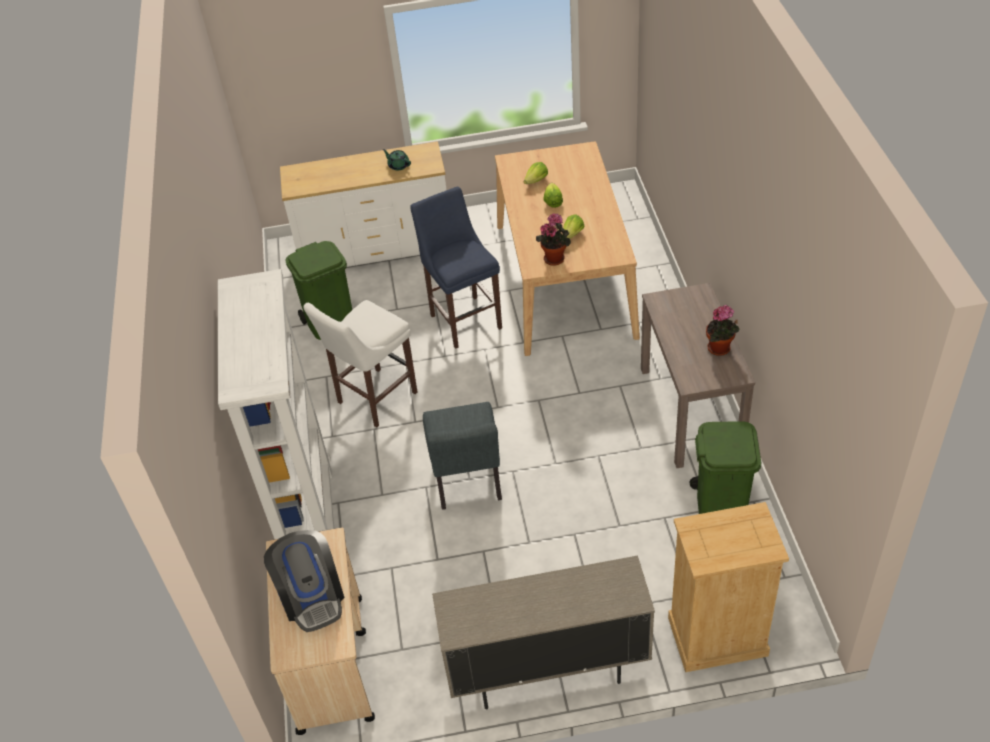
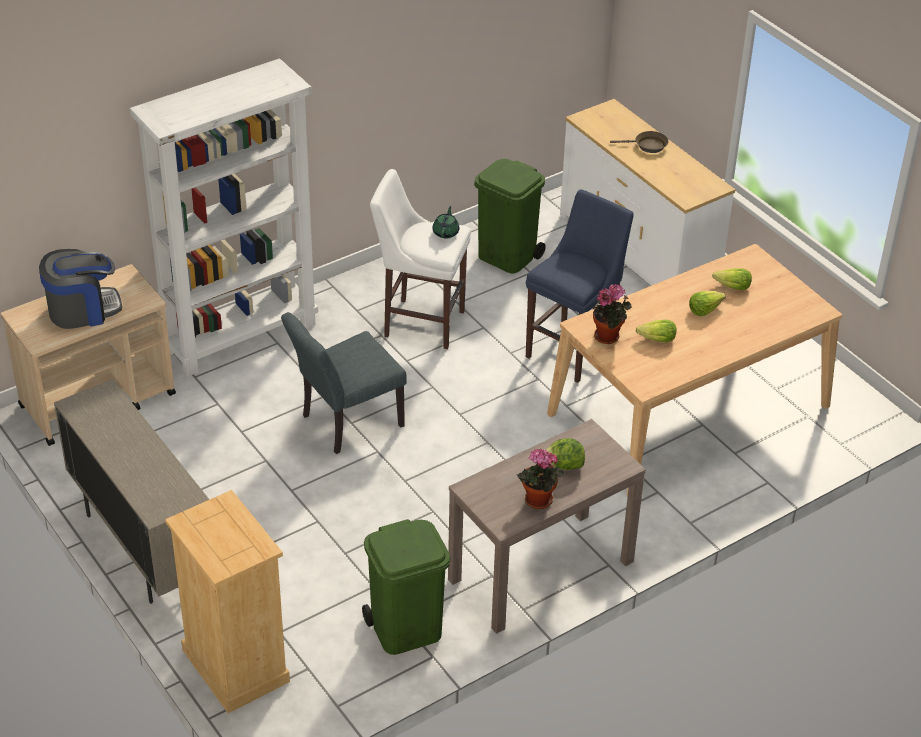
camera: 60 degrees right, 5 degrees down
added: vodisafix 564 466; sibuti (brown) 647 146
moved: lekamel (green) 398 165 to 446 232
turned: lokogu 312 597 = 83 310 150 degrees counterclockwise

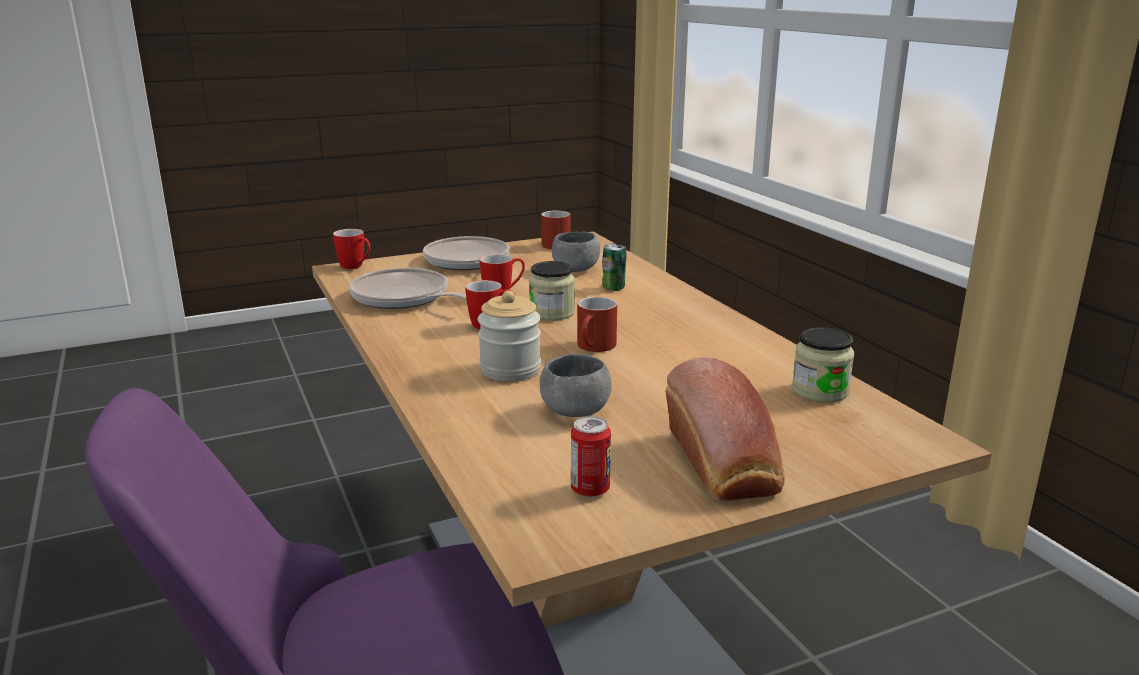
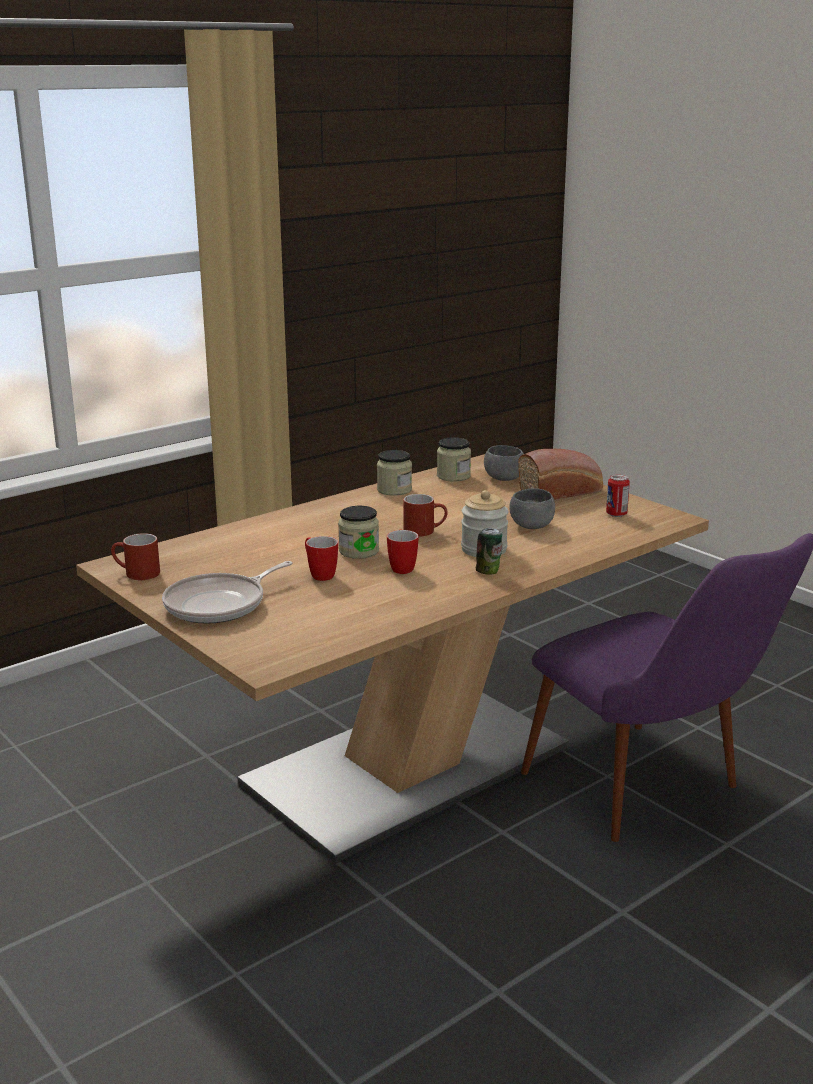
camera: 105 degrees left, 0 degrees up
removed: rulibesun 356 267; sibuti 404 298
added: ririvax 394 490
moved: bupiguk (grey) 575 269 to 504 478; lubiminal 613 288 to 489 571

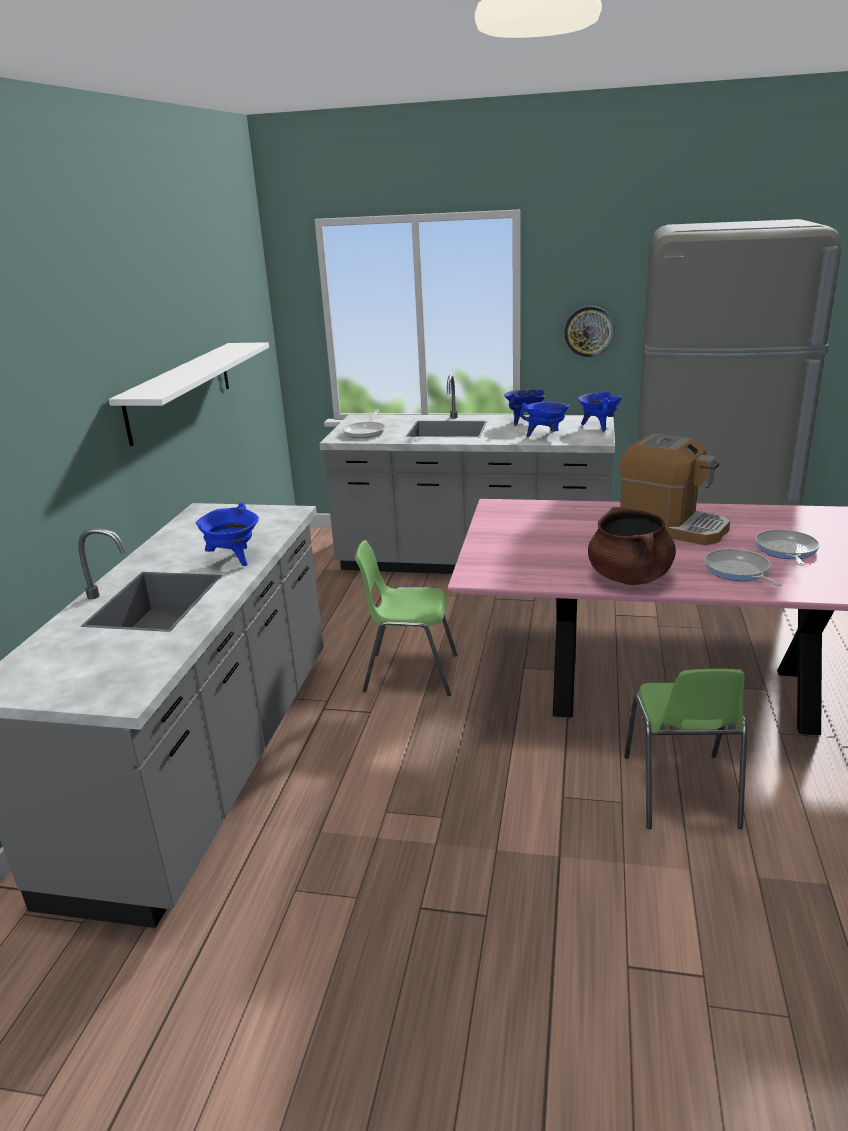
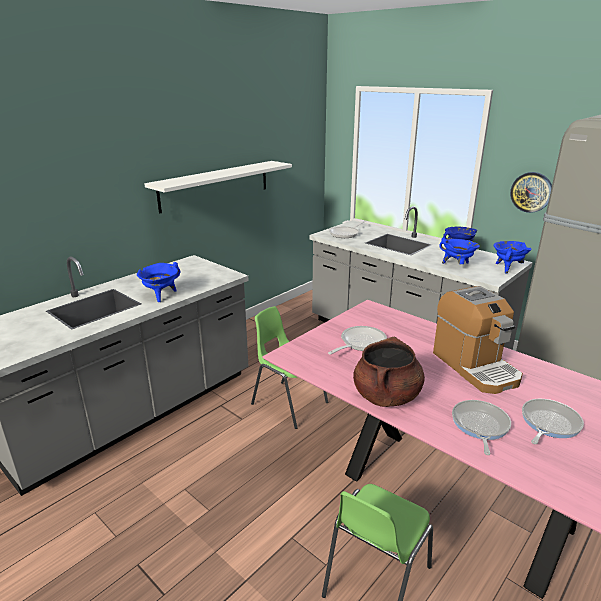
camera: 30 degrees right, 0 degrees up
added: sibuti 360 343

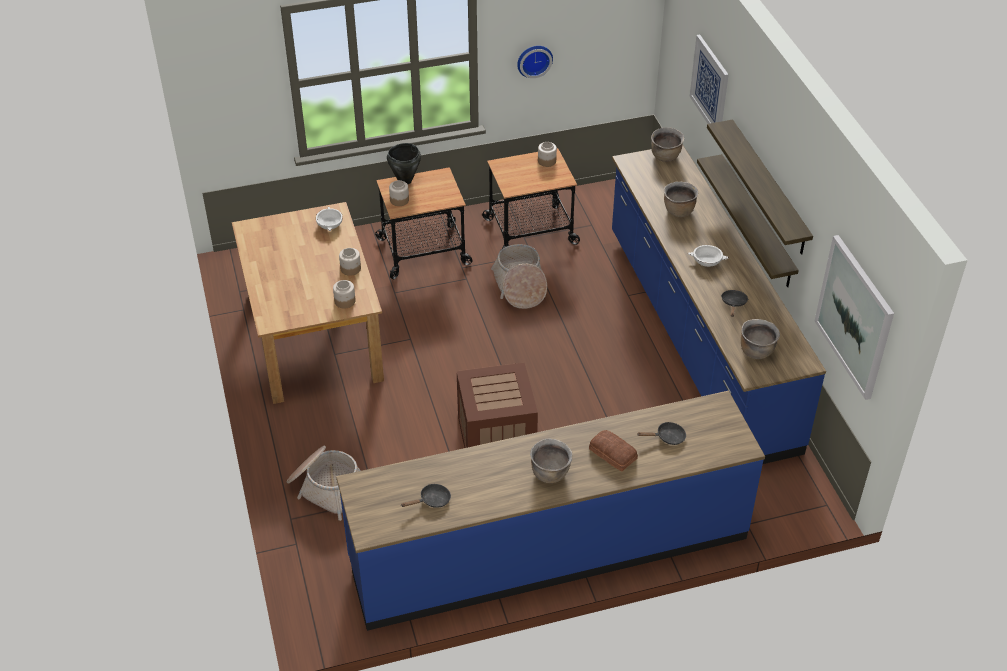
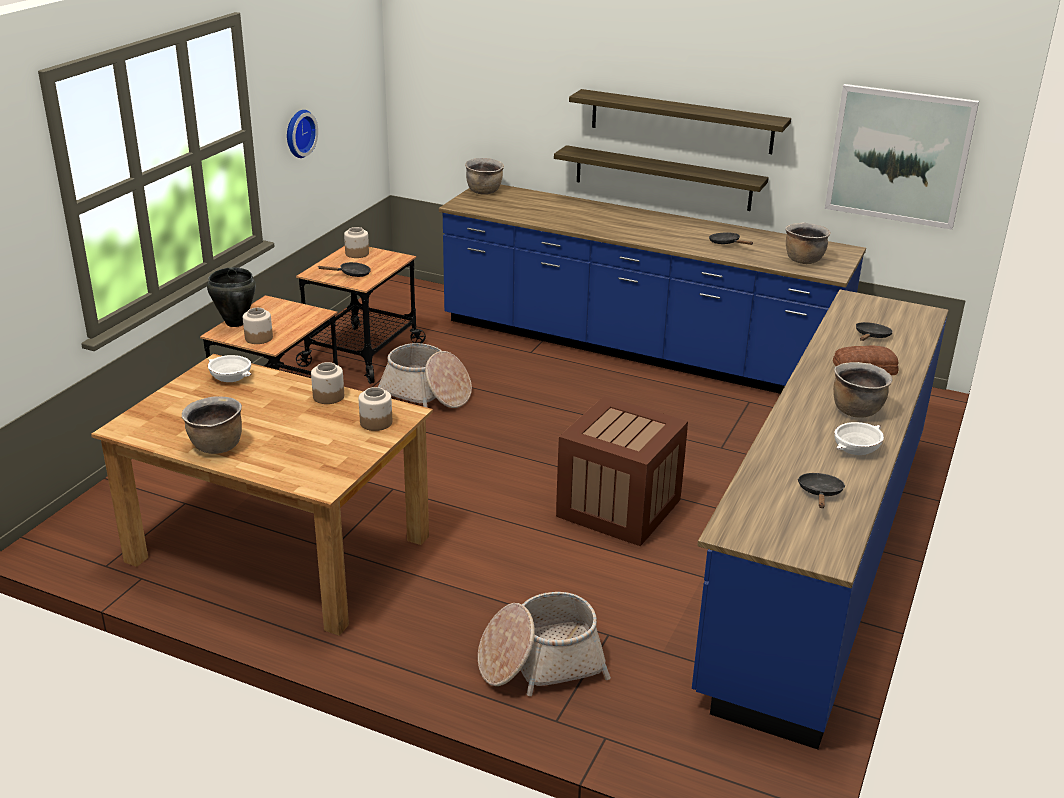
camera: 50 degrees left, 15 degrees down
removed: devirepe 710 85
added: sibuti (black) 352 274
moved: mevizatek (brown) 678 211 to 216 446; bupiguk (white) 706 261 to 856 449

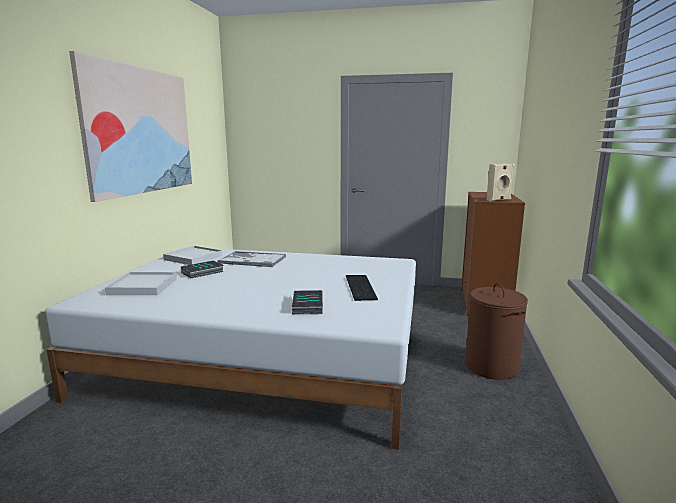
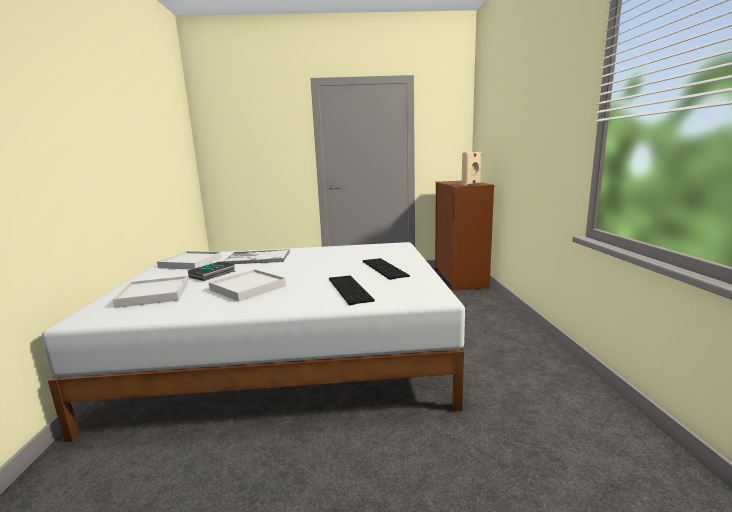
camera: 15 degrees left, 0 degrees up
removed: devirepe 140 131; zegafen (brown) 491 366
added: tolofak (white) 248 288
replaced: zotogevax 306 305 to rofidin 348 289

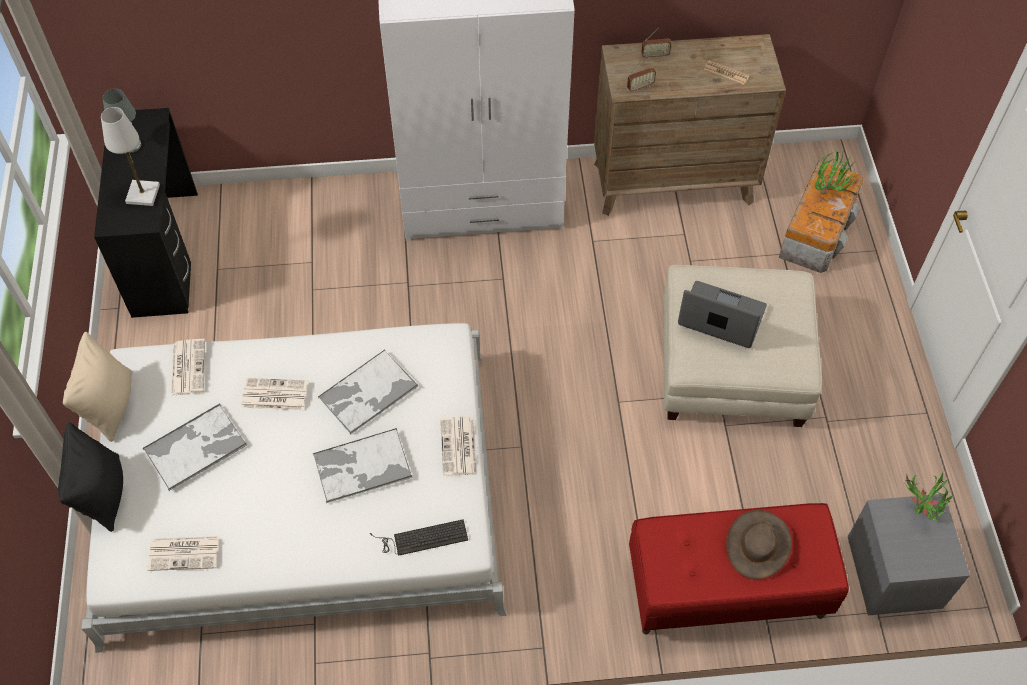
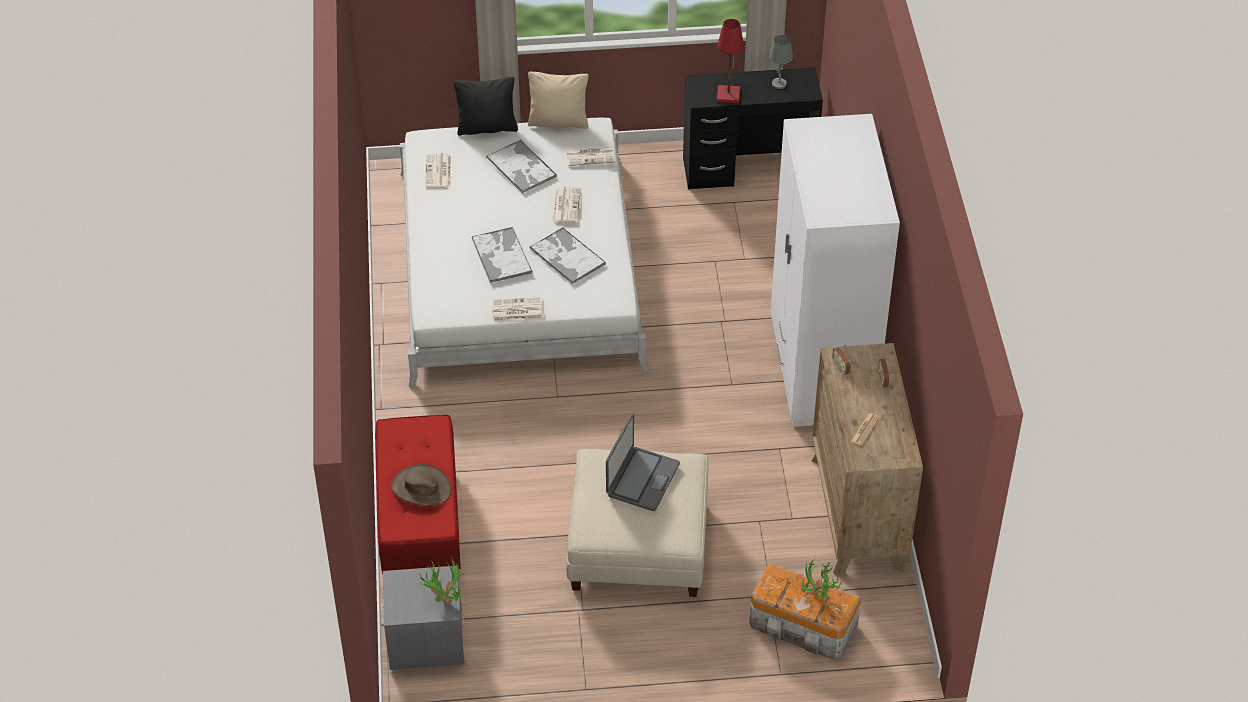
camera: 90 degrees right, 10 degrees down
removed: rofidin 421 538
recoloured: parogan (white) 143 194 to parogan (red) 728 95

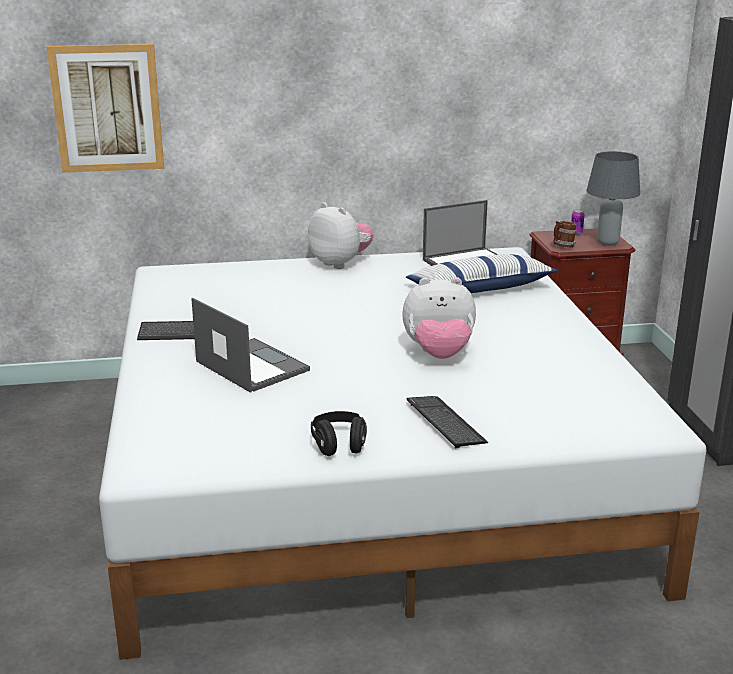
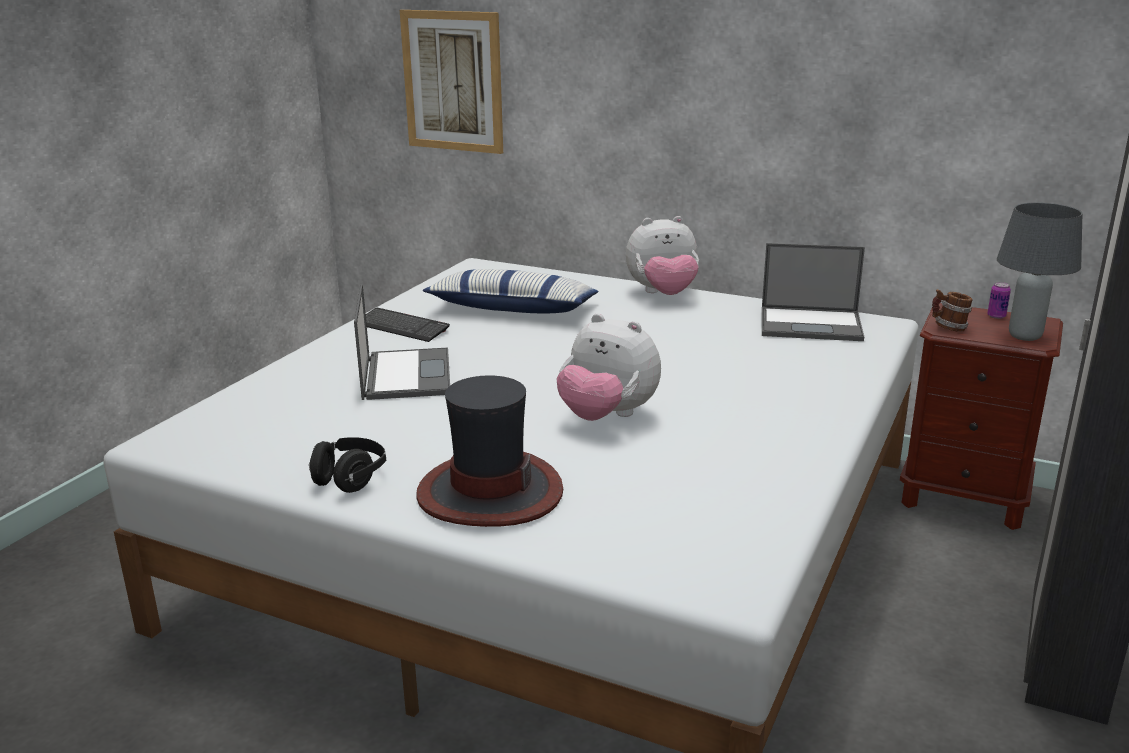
camera: 35 degrees right, 0 degrees up
moved: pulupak 480 289 to 512 309
replaced: rofidin 445 423 to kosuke 489 492
turned: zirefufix 340 263 = 663 294 90 degrees clockwise

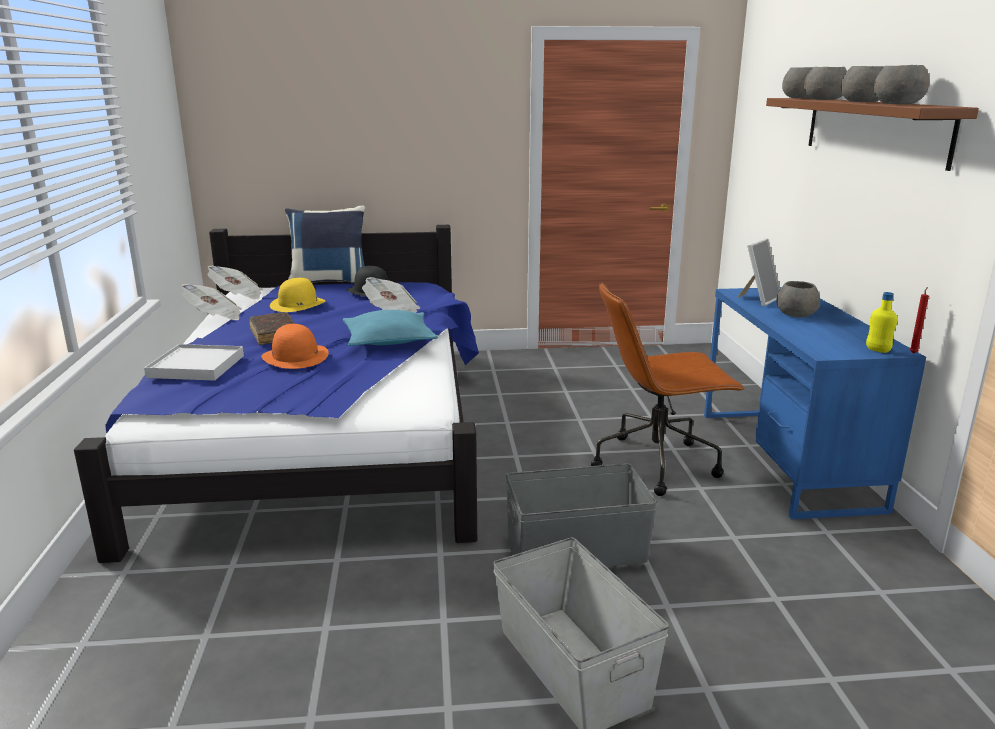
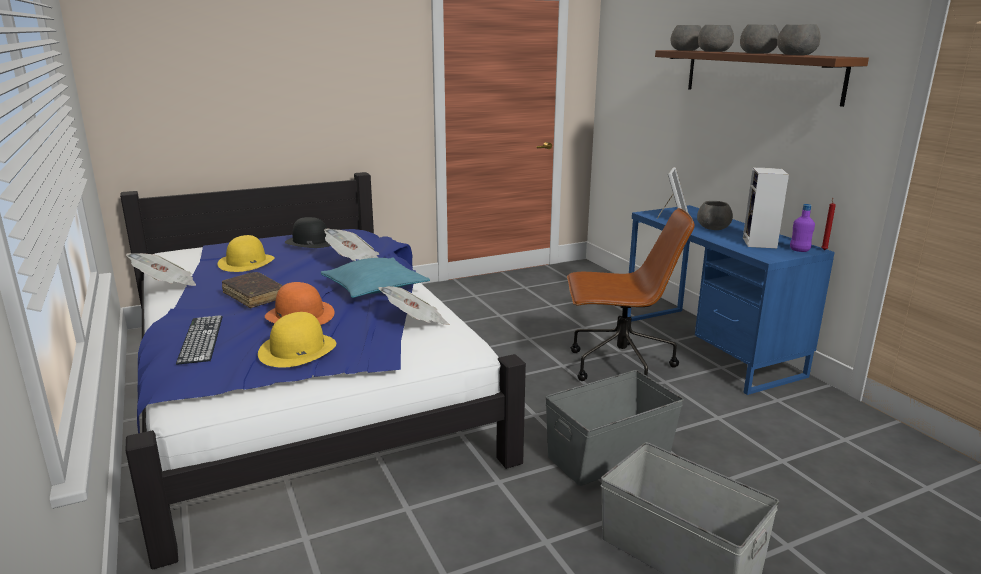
camera: 20 degrees left, 0 degrees up
removed: pulupak (blue) 330 281
added: kosuke (yellow) 297 350; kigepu 760 243
moved: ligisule 237 296 to 415 322
replaced: tolofak (white) 196 366 to rofidin 201 339
recoloured: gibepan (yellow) 877 350 to gibepan (purple) 799 250
turned: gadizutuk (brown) 657 463 = 618 366 150 degrees counterclockwise

